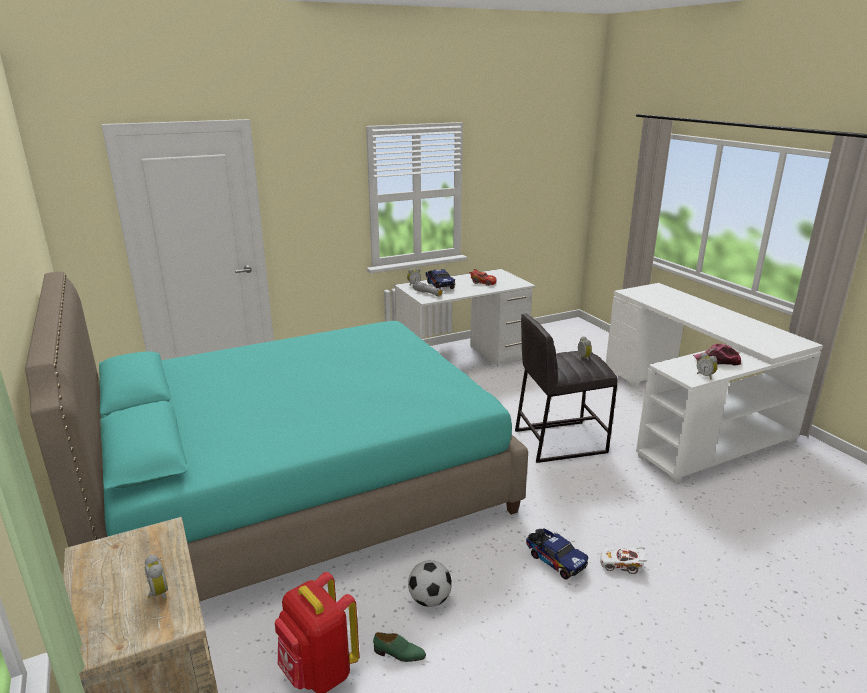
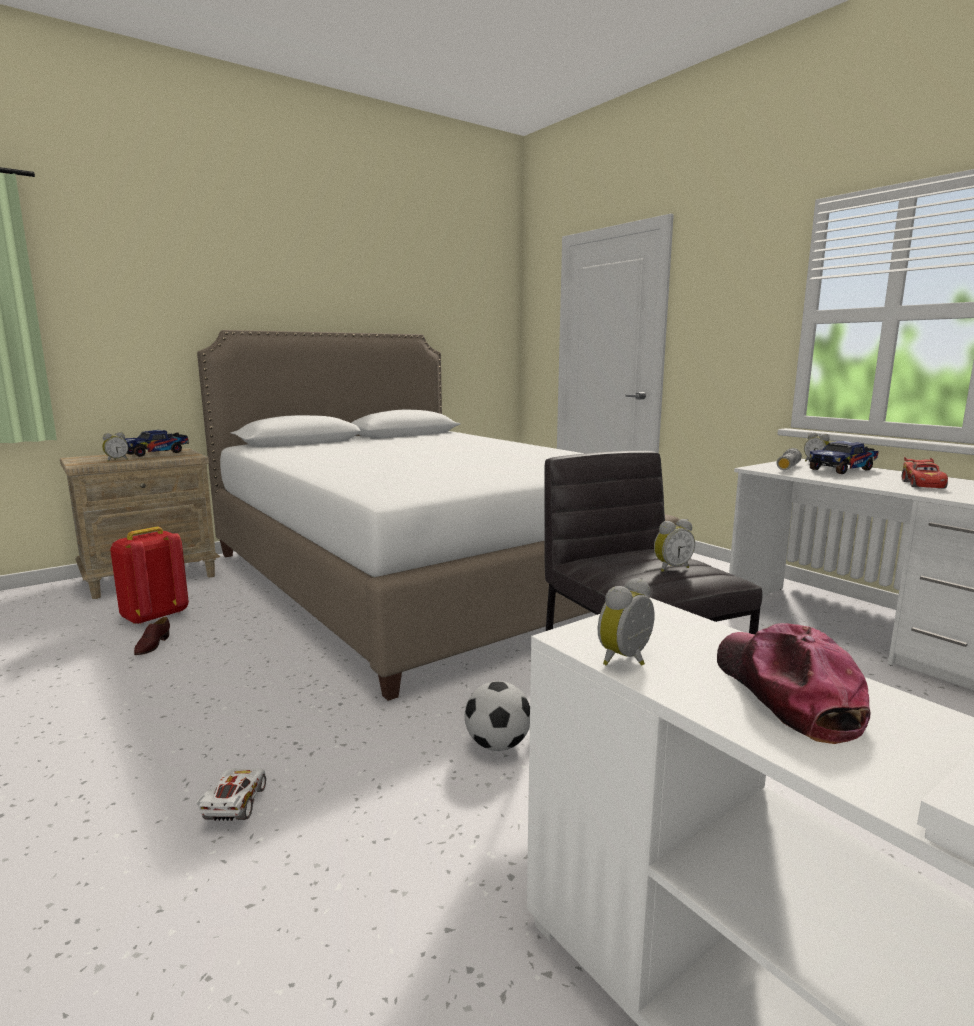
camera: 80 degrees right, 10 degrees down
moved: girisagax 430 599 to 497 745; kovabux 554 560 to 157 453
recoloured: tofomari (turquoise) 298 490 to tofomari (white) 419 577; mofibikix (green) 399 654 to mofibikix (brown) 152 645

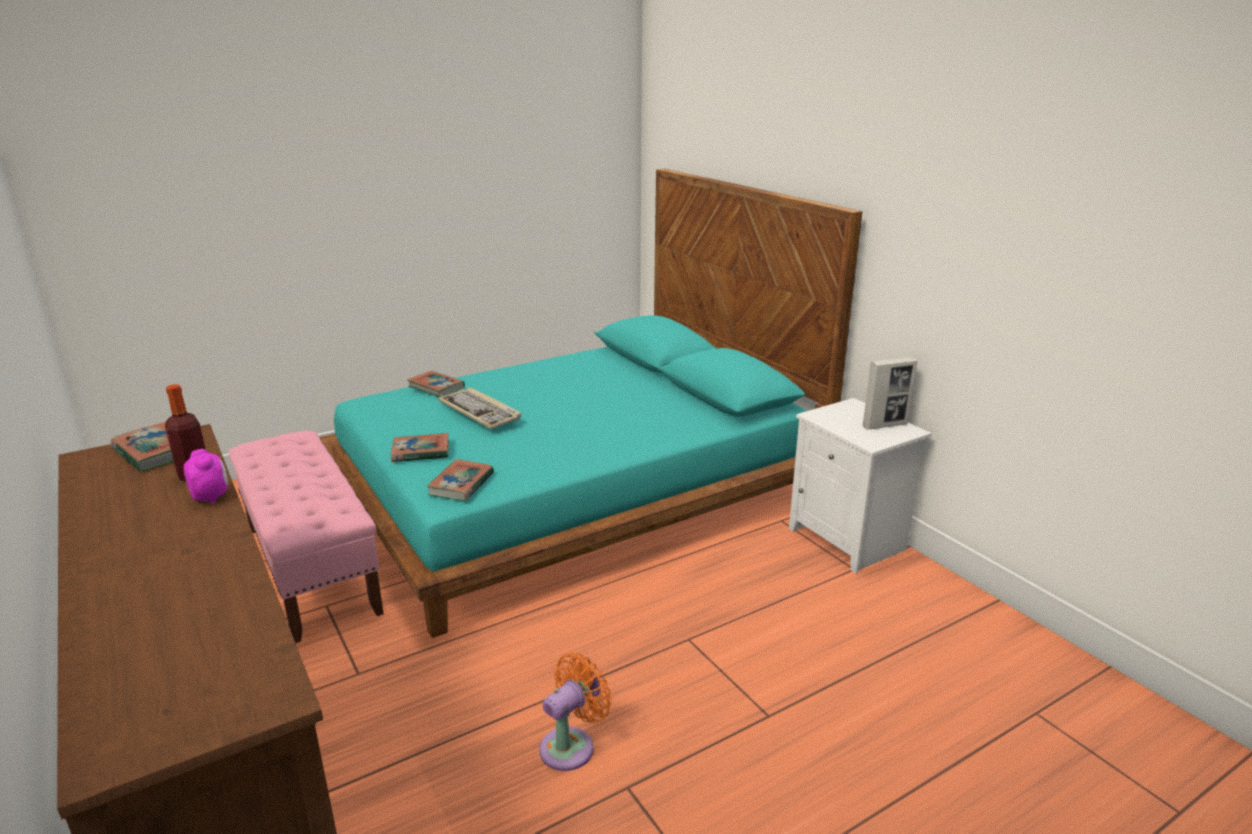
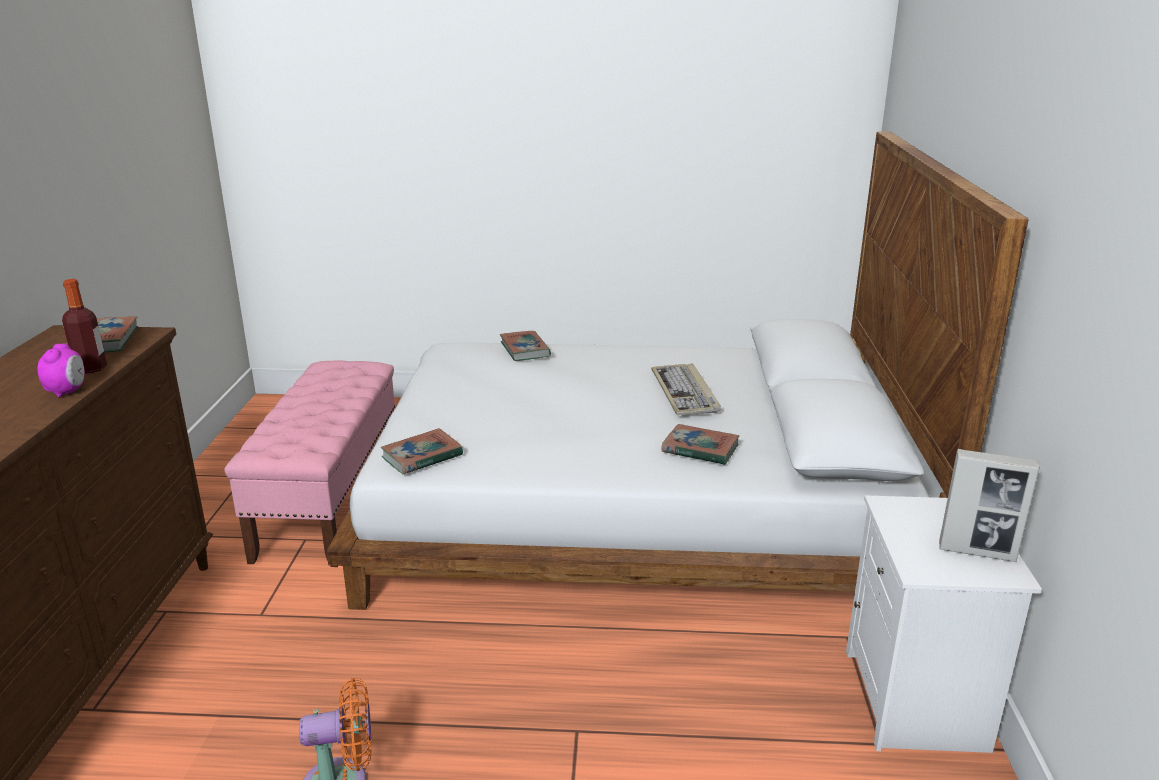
camera: 35 degrees right, 0 degrees up
moved: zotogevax 421 452 to 700 449; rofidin 480 411 to 685 393
recoloured: tofomari (turquoise) 574 492 to tofomari (white) 635 510

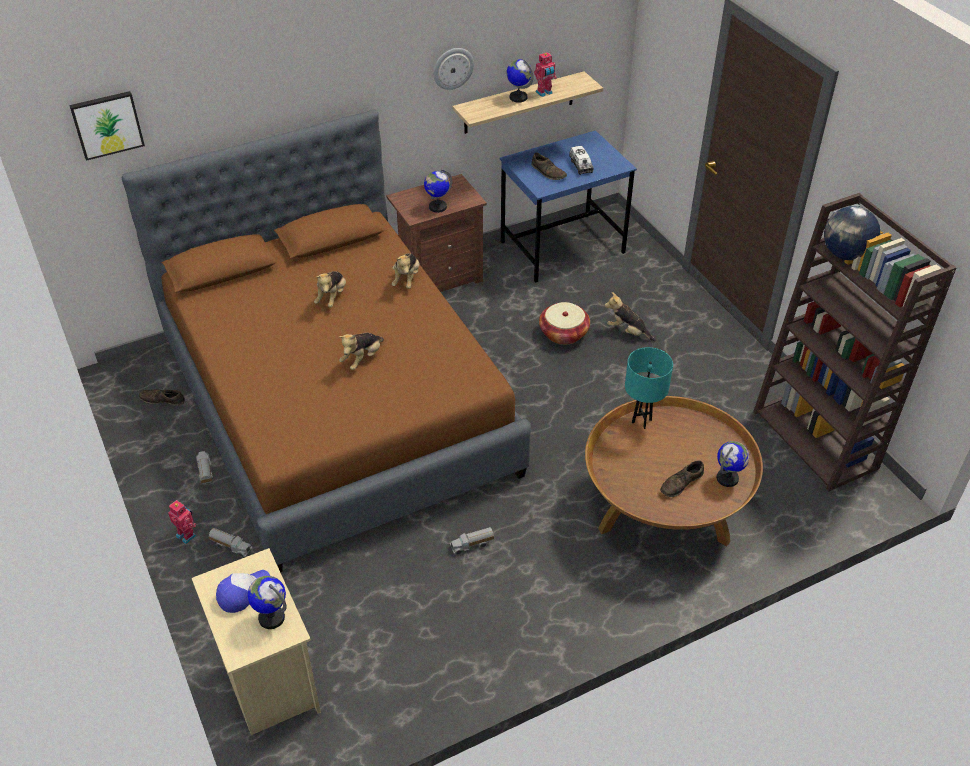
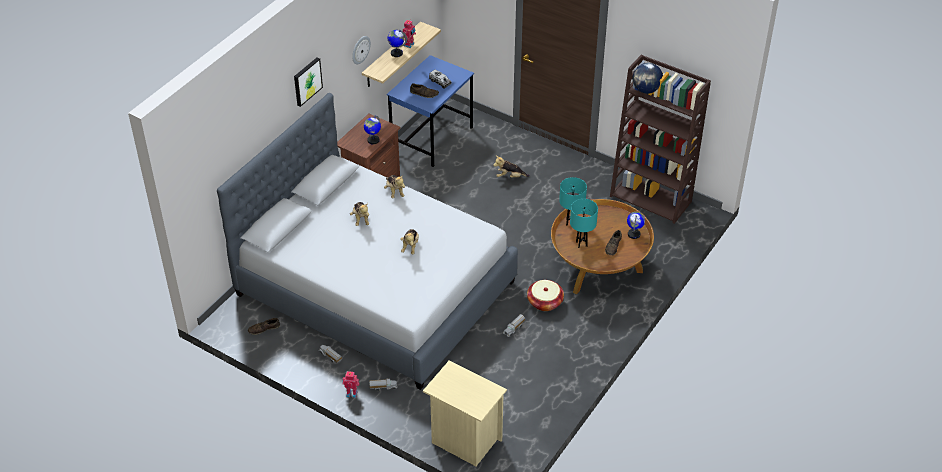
camera: 30 degrees left, 0 degrees up
removed: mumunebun 243 592; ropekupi 271 617
added: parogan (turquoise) 581 244
moved: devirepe 107 124 to 307 81; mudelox 563 333 to 545 302
recoloured: tofomari (brown) 338 406 to tofomari (grey) 376 288

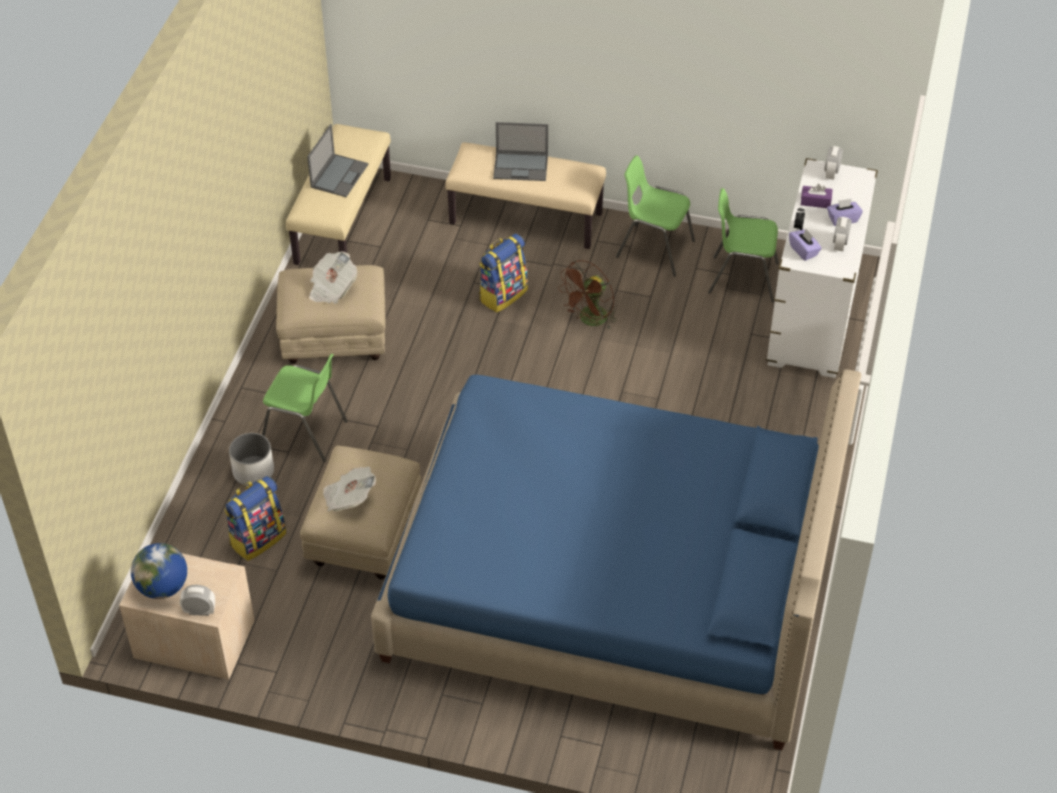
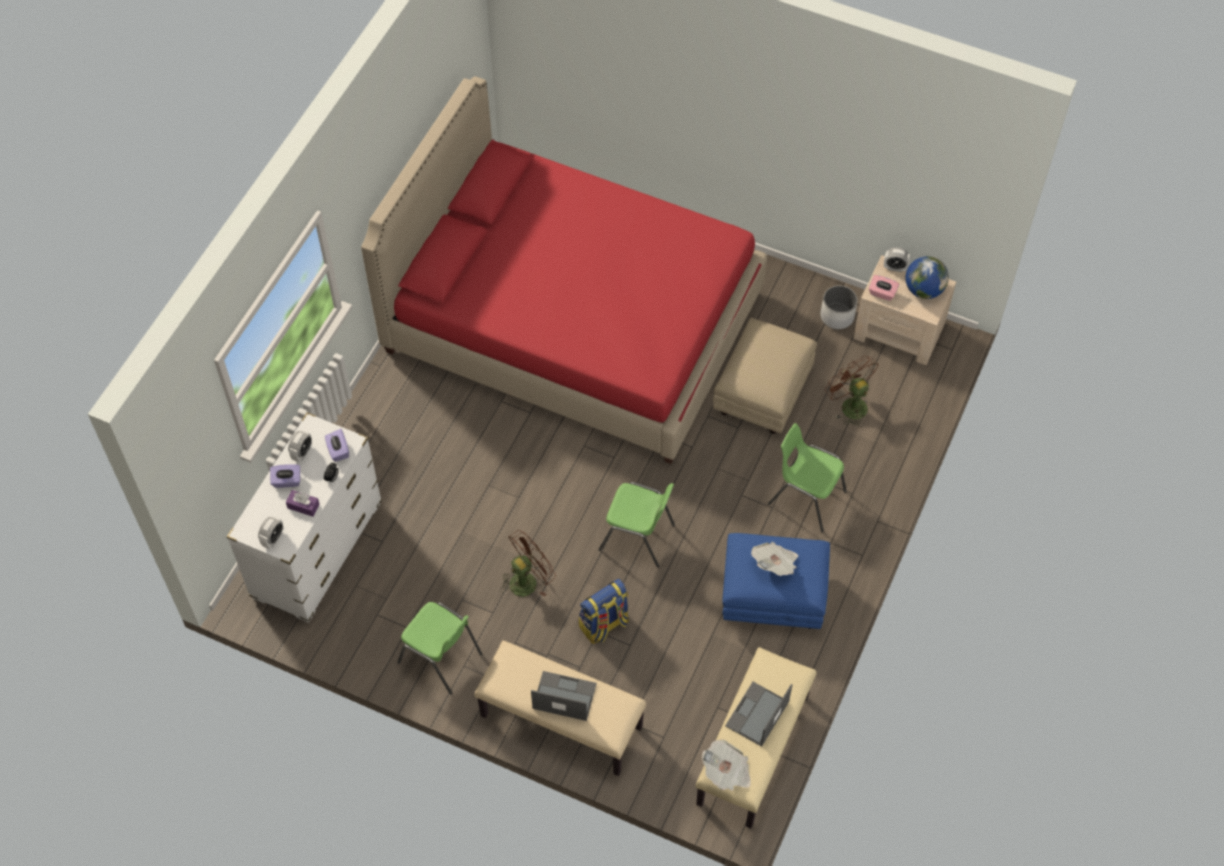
camera: 170 degrees left, 10 degrees up
added: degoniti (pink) 882 293
moved: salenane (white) 254 471 to 837 316; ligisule 349 498 to 727 772; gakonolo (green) 742 278 to 638 537
replaced: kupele 258 538 to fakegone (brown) 849 405
recoloured: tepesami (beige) 336 338 to tepesami (blue) 771 597; tofomari (blue) 612 588 to tofomari (red) 573 323

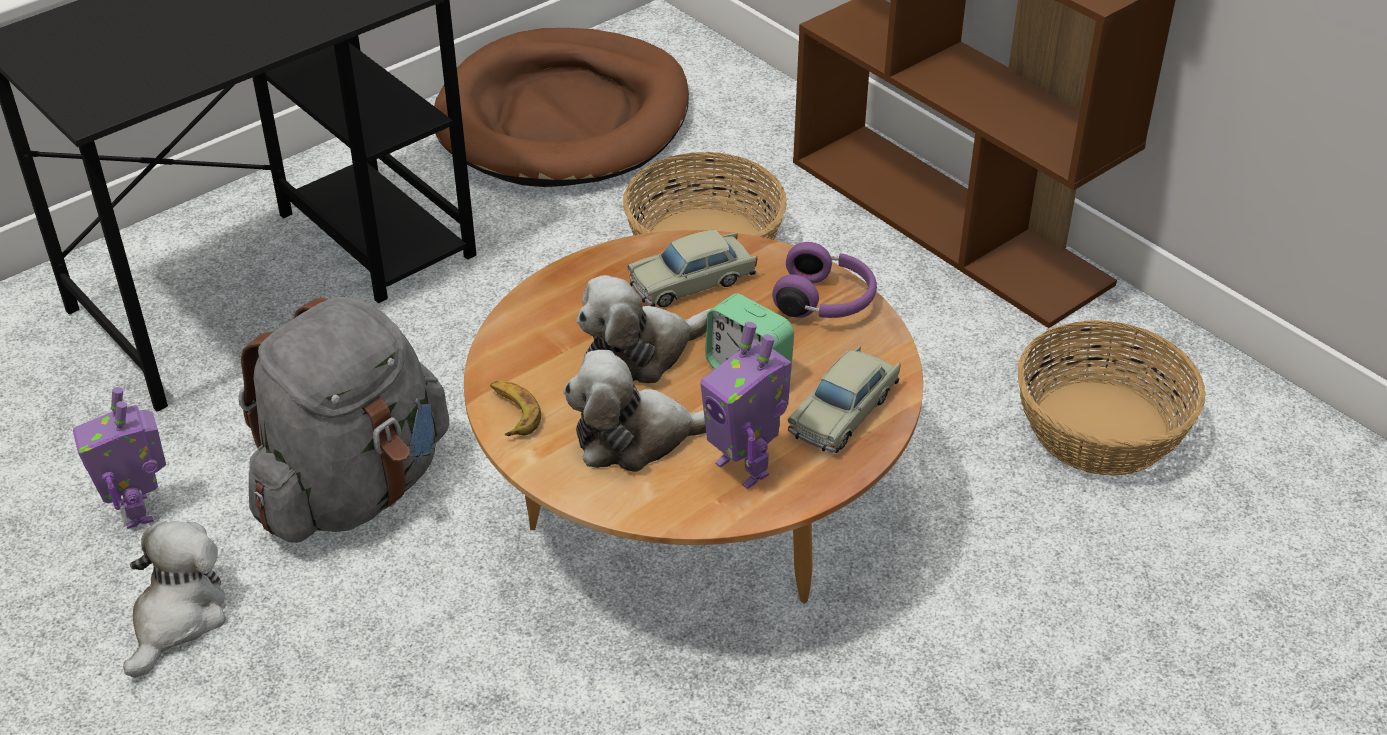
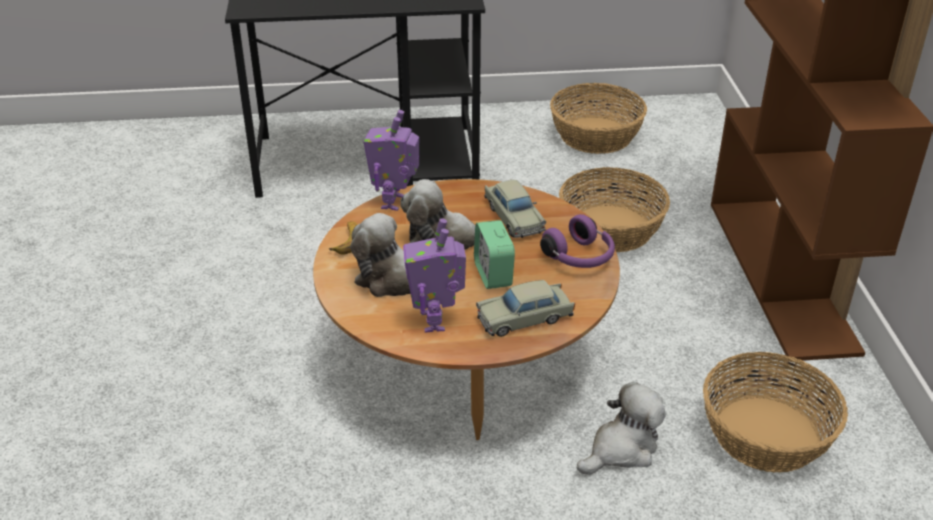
camera: 35 degrees right, 5 degrees down
removed: kupele (grey) 355 489
moved: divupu 140 510 to 394 202; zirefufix 178 618 to 622 449
replaced: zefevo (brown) 564 118 to mudelox 596 135
turned: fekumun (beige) 692 282 = 514 217 120 degrees counterclockwise

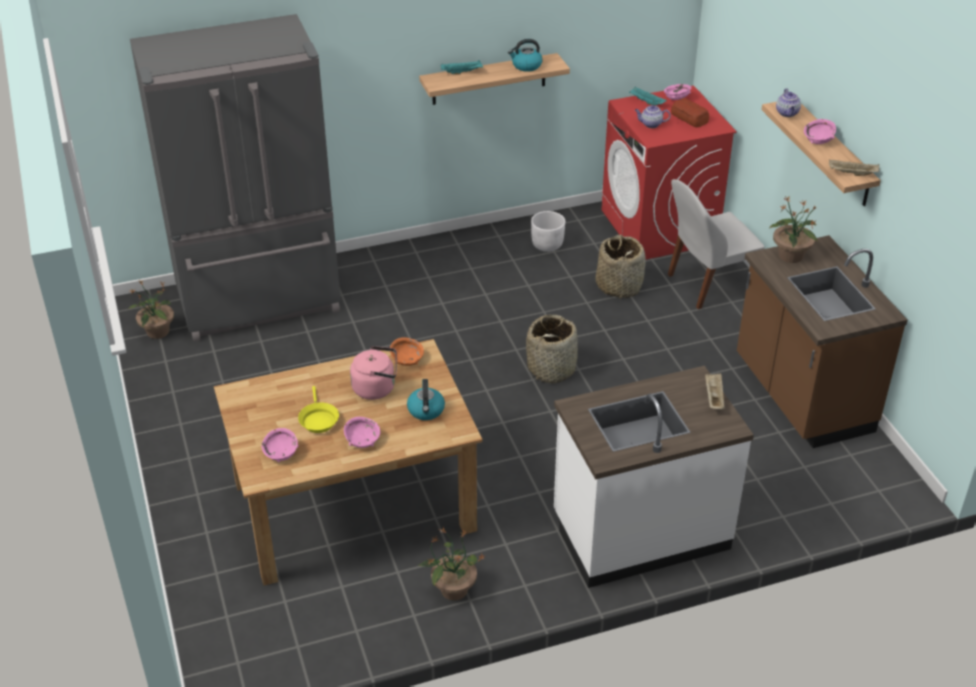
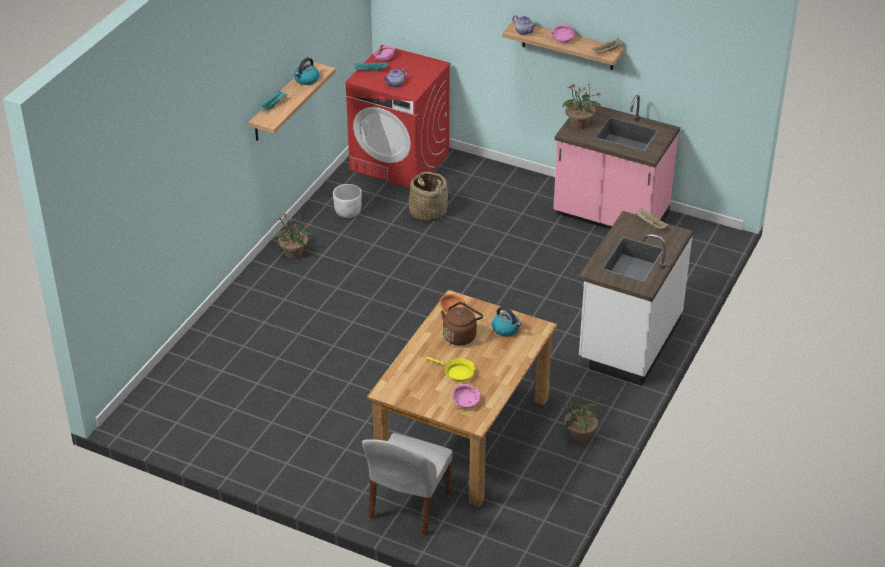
camera: 45 degrees left, 0 degrees up
removed: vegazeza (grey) 260 301; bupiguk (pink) 362 440; mudelox 552 368; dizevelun 689 118
moved: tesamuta 157 332 to 294 253; gakonolo (white) 708 285 to 408 506
recoloured: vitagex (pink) 376 388 to vitagex (brown) 461 335; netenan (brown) 801 397 to netenan (pink) 610 217

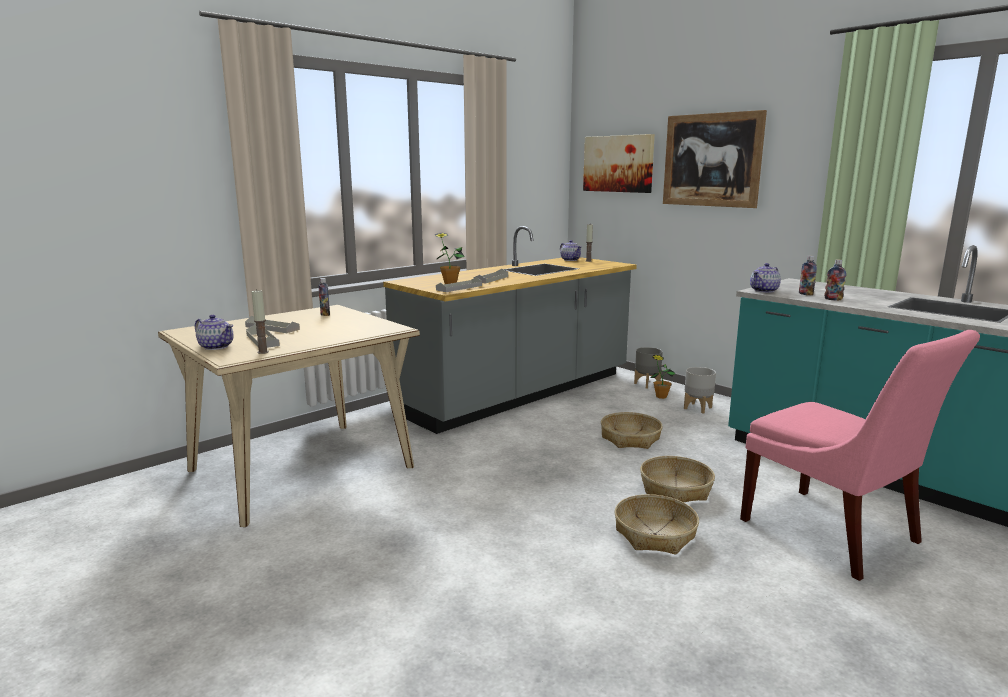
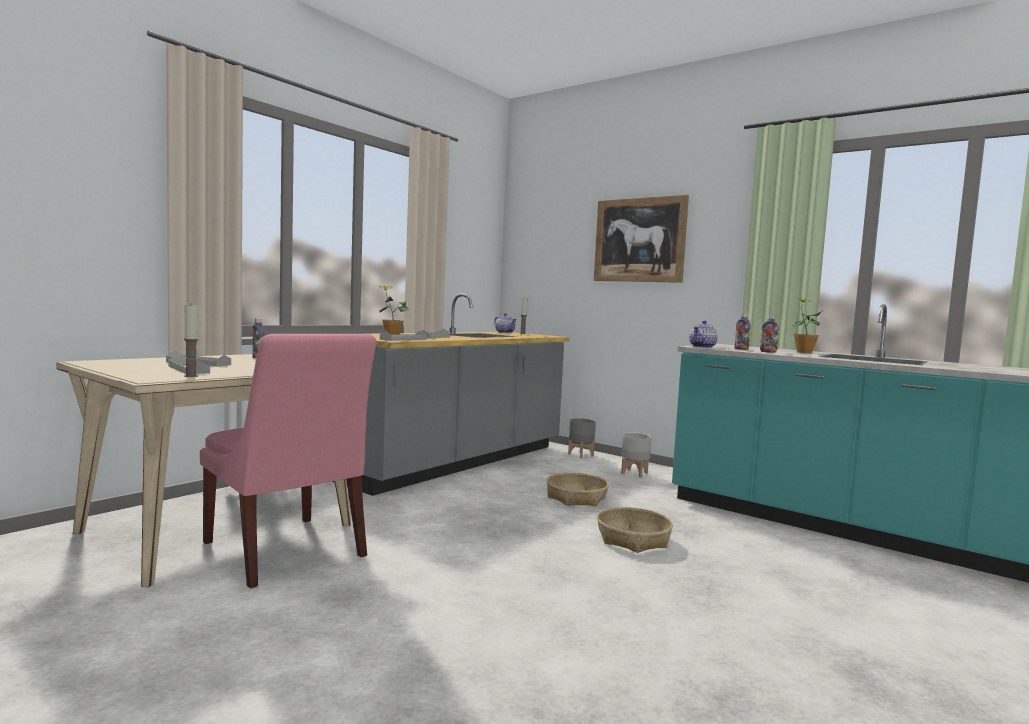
camera: 10 degrees left, 10 degrees down
removed: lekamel 216 346; devirepe 618 164; mudelox 654 534
moved: tesamuta 661 396 to 804 352; gakonolo (pink) 834 534 to 285 552

